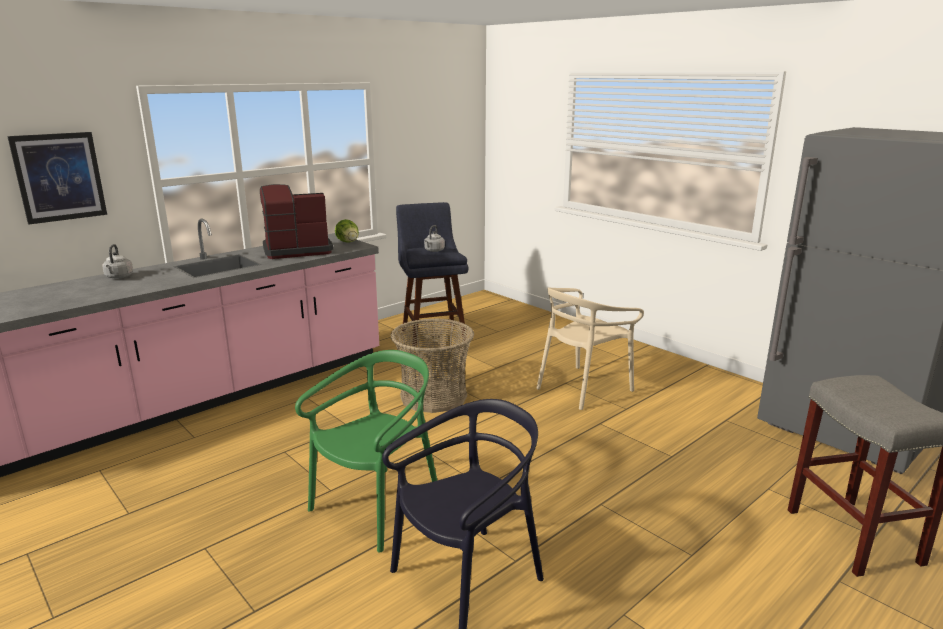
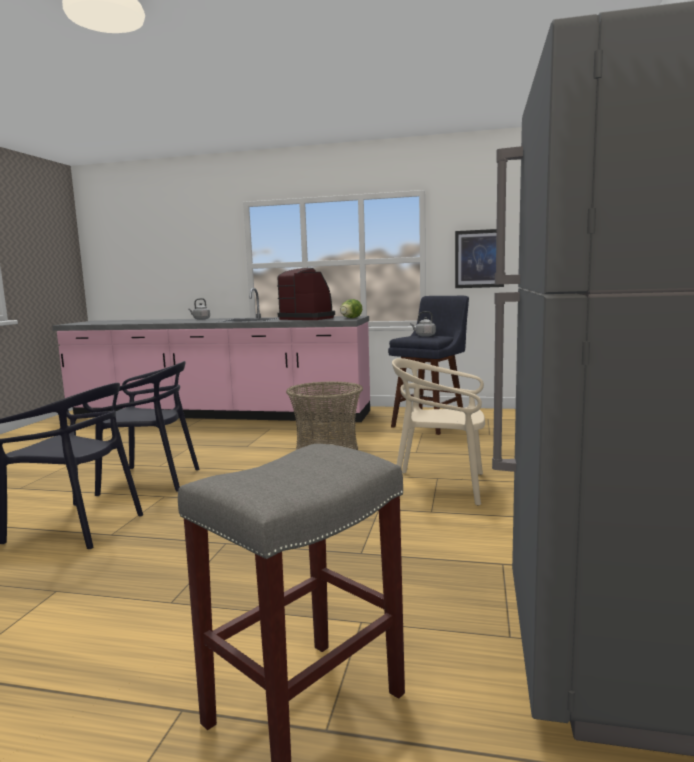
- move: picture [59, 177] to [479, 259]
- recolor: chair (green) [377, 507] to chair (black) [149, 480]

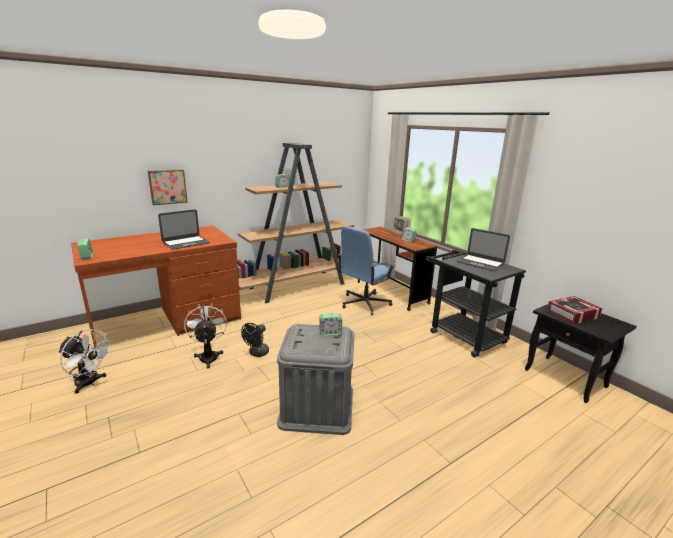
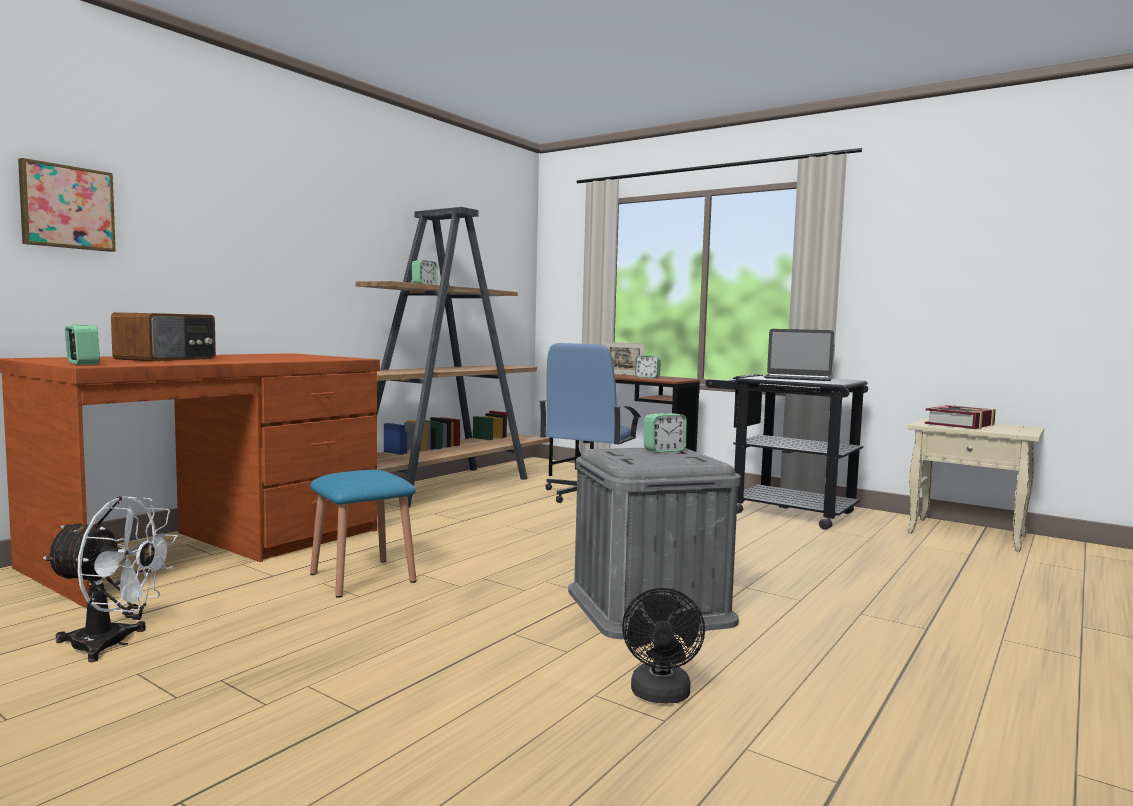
- move: picture [167, 186] to [67, 207]
- delete: laptop [186, 243]
- replace: fan (white) [208, 356] to stool (blue) [362, 577]
- move: fan (black) [257, 353] to [660, 696]
- recolor: side table (black) [566, 378] to side table (beige) [969, 534]
- insert: radio [167, 359]

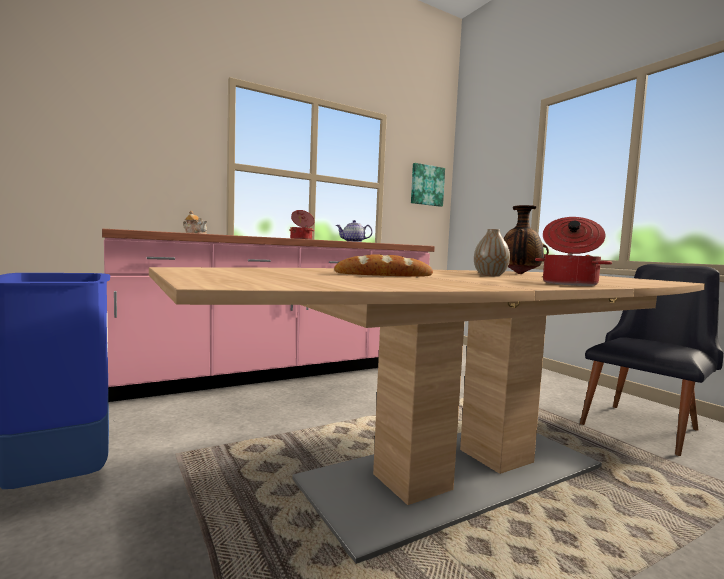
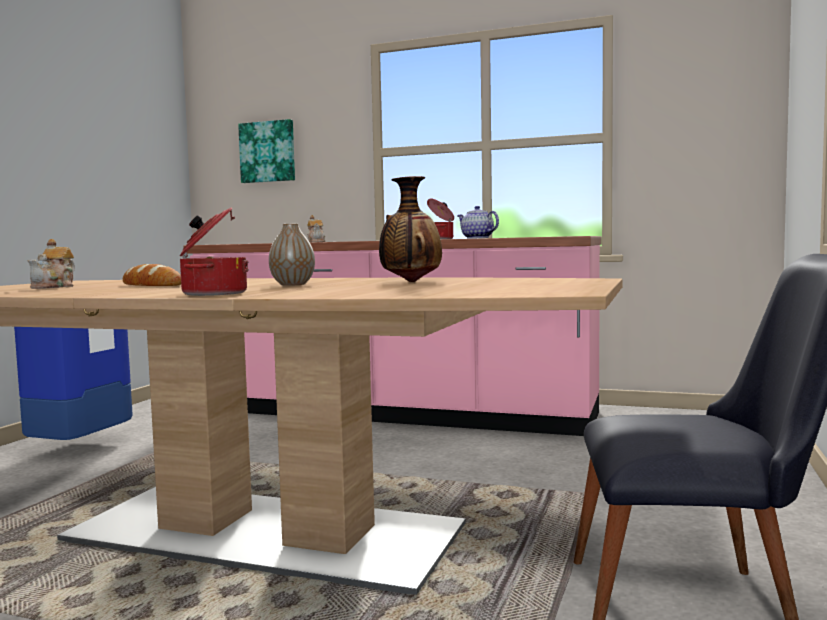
- move: picture [426, 185] to [268, 152]
- insert: teapot [54, 287]

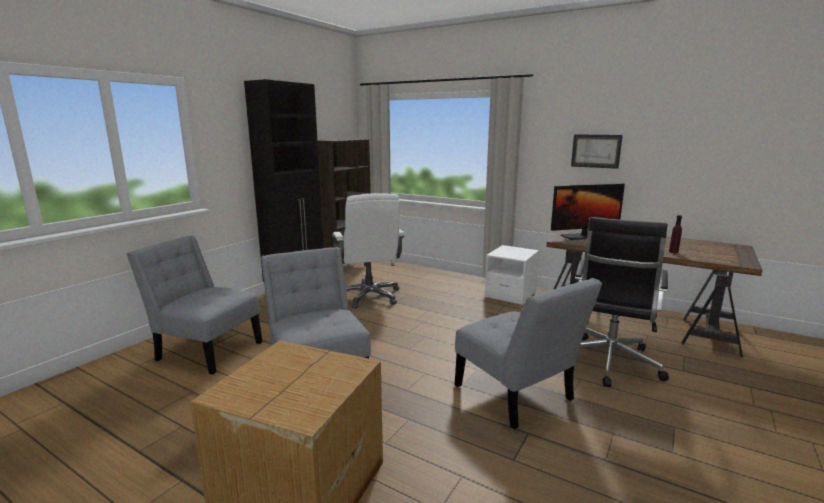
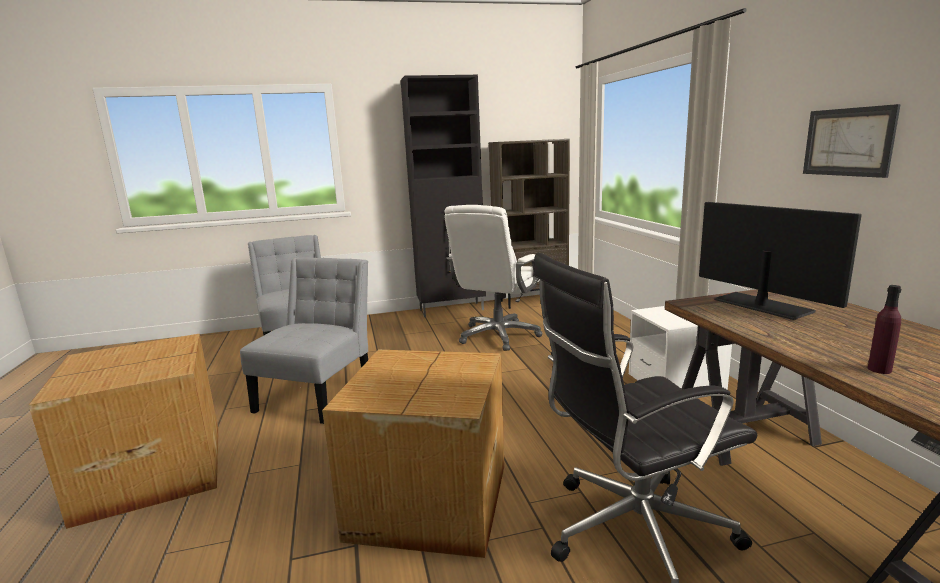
- replace: chair (grey) [517, 396] to cardboard box [427, 501]
- rotate: monitor [584, 236] = [762, 305] 150 degrees counterclockwise

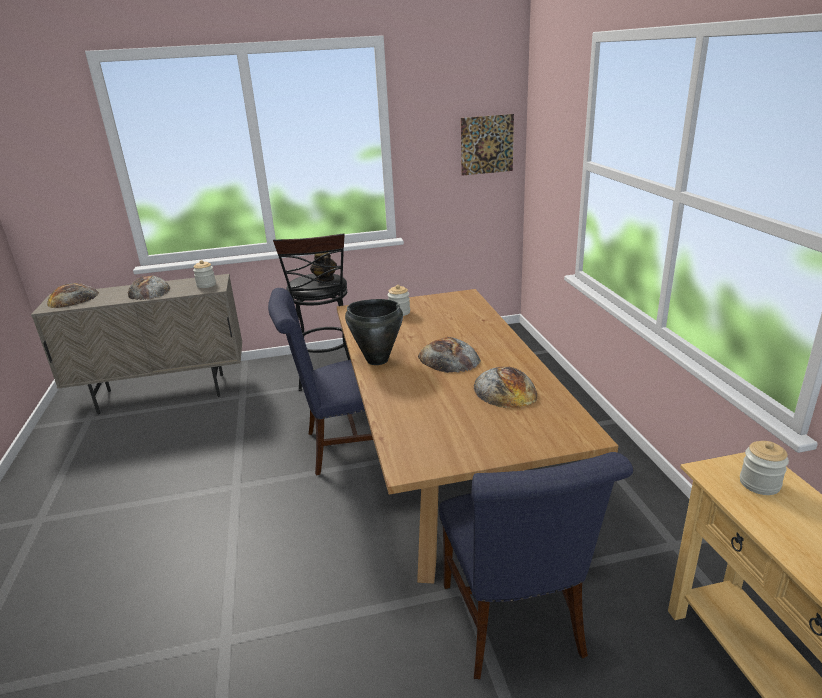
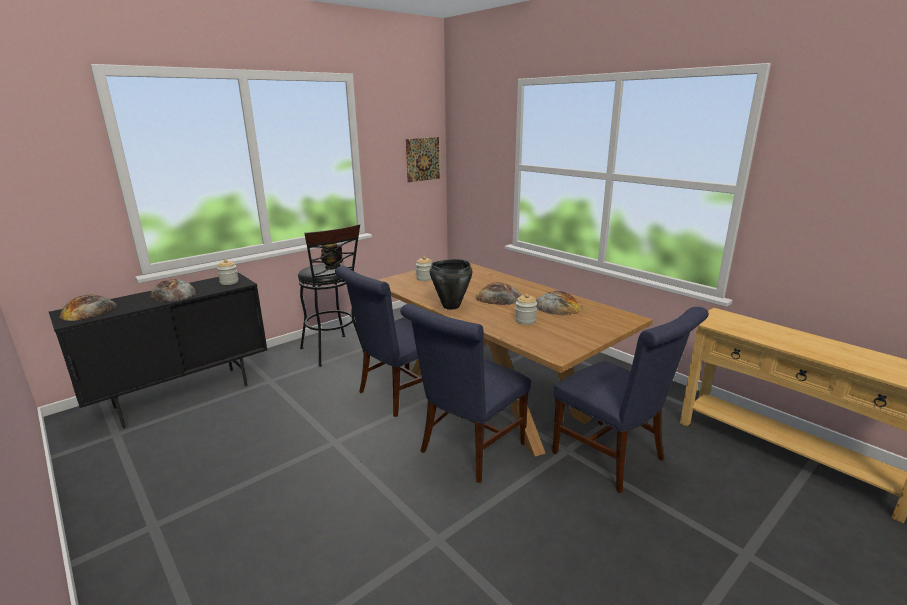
- recolor: cabinet (beige) [164, 393] to cabinet (black) [183, 396]
- move: jar [759, 484] to [525, 320]
- insert: chair (blue) [468, 450]

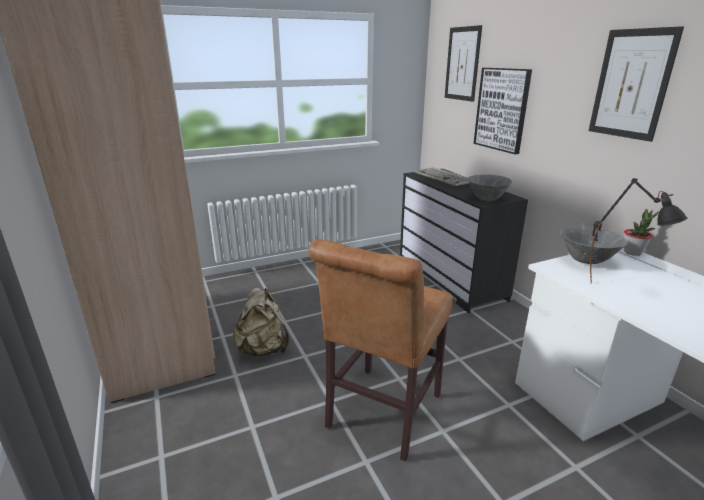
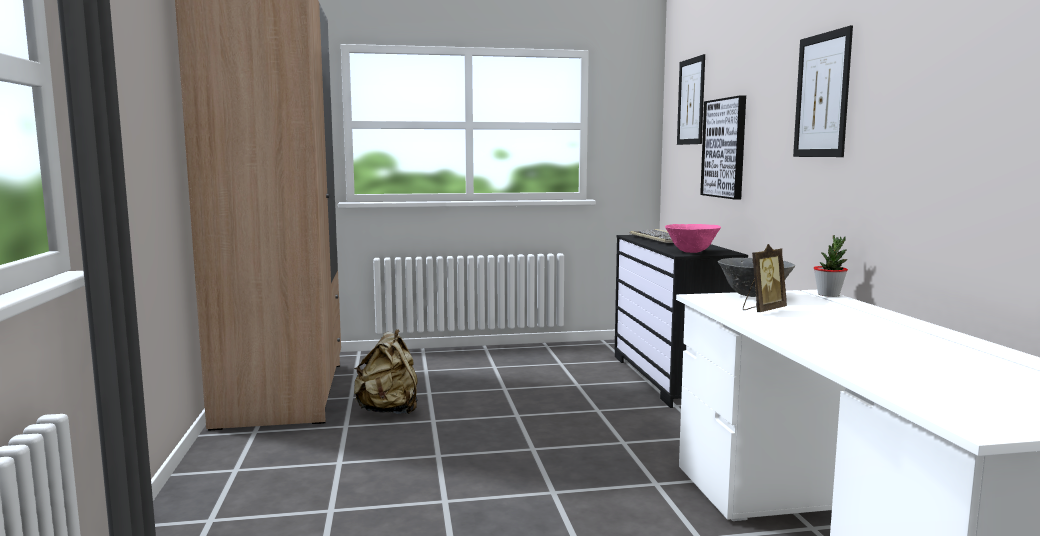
- delete: chair (brown) [381, 415]
- recolor: bowl (grey) [487, 199] to bowl (pink) [691, 252]
- replace: table lamp (black) [619, 286] to picture frame [763, 310]

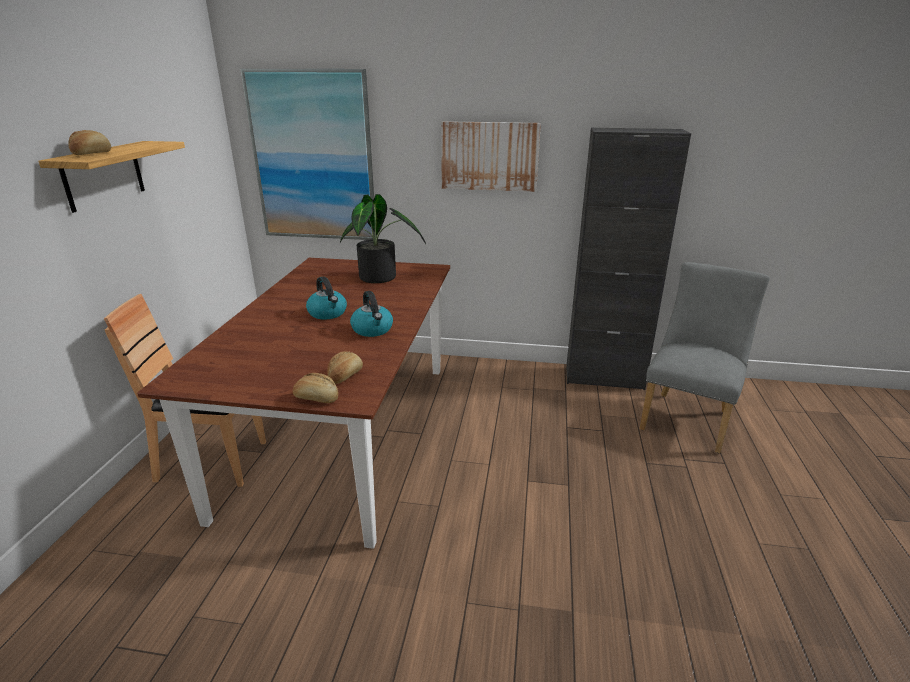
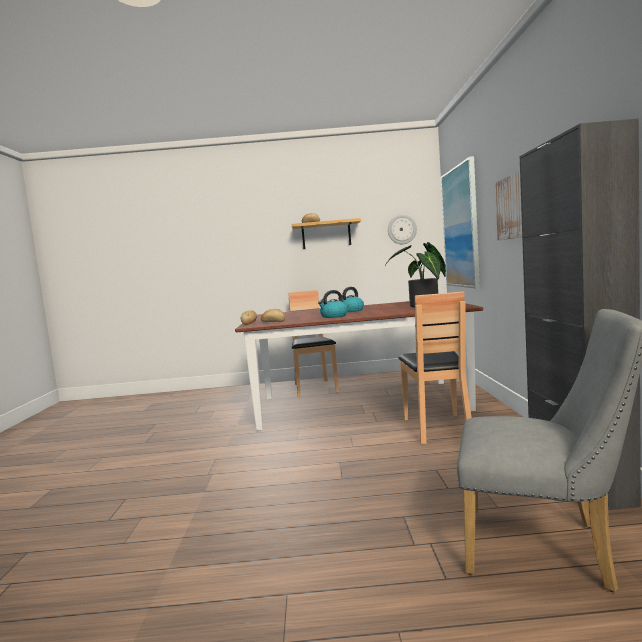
- insert: wall clock [402, 229]
- insert: chair (brown) [438, 428]

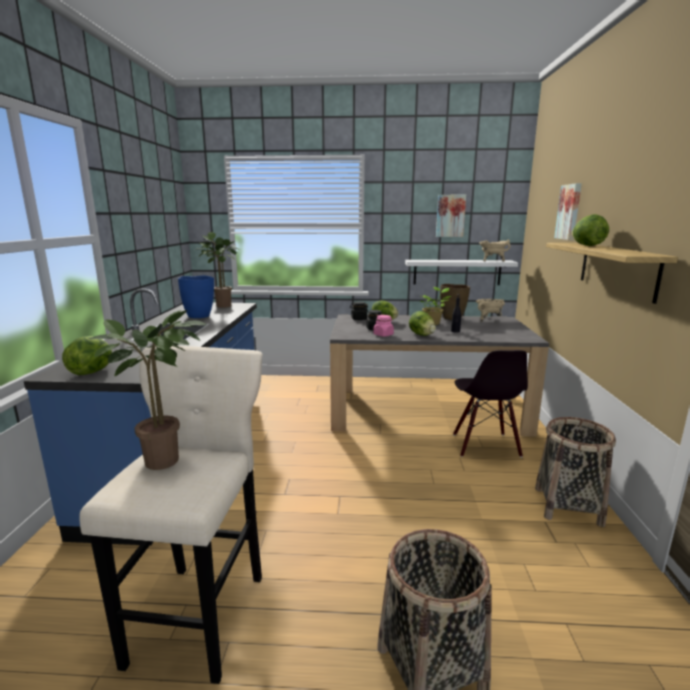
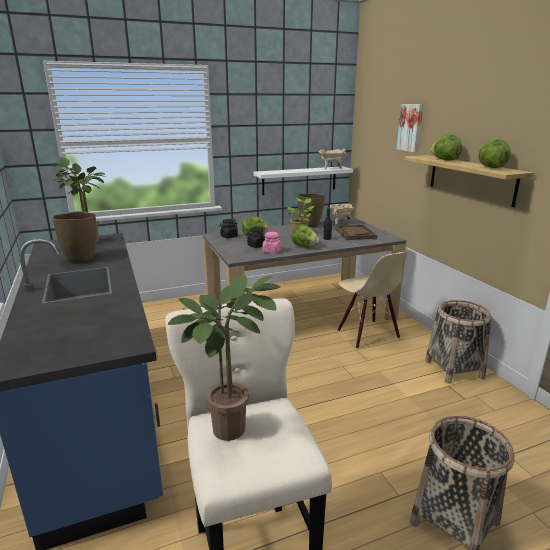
- move: lettuce [92, 372] to [490, 167]
- recolor: vase (blue) [199, 316] to vase (brown) [81, 259]
- delete: picture [450, 216]
- recolor: chair (black) [485, 445] to chair (beige) [367, 334]
- insert: tray (brown) [354, 233]

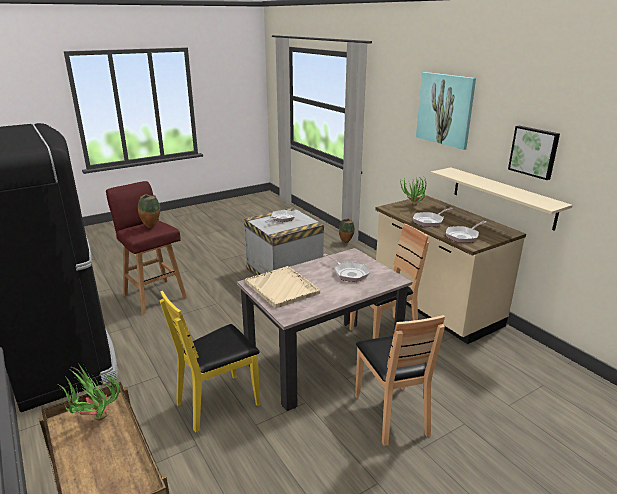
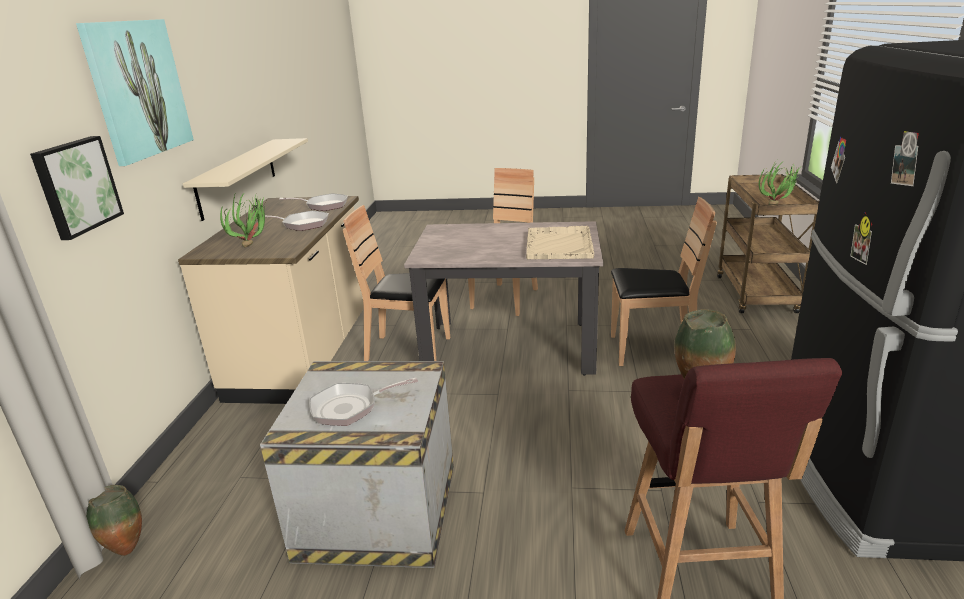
- recolor: chair (yellow) [218, 403] to chair (brown) [652, 349]
- delete: frying pan [349, 273]
- move: picture [534, 152] to [76, 186]

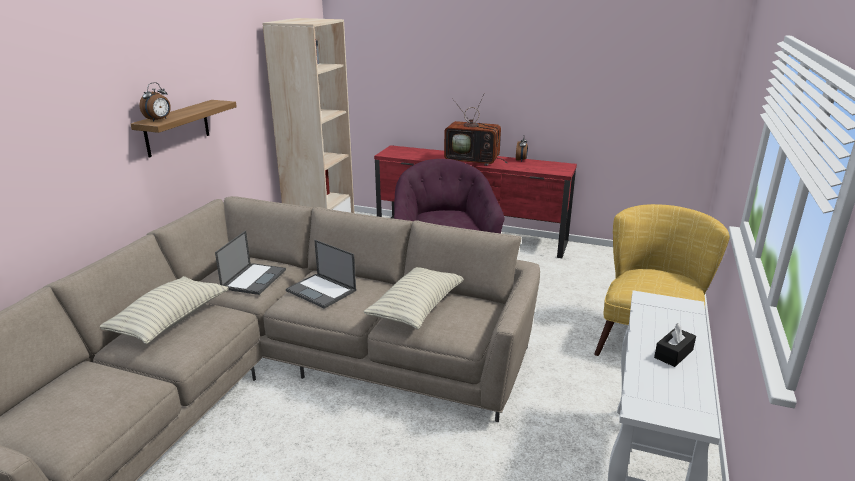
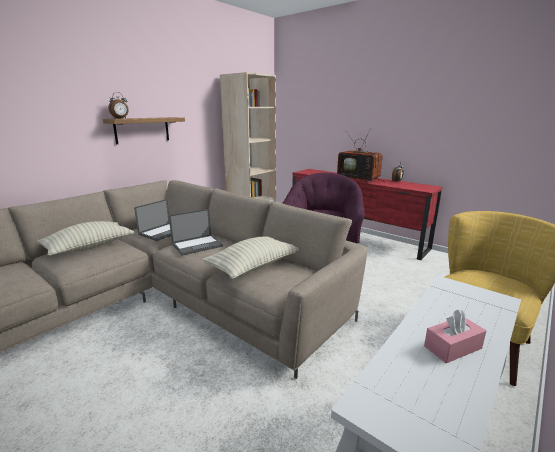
- rotate: laptop [322, 291] = [197, 245] 90 degrees counterclockwise
- recolor: tissue box (black) [673, 354] to tissue box (pink) [452, 347]

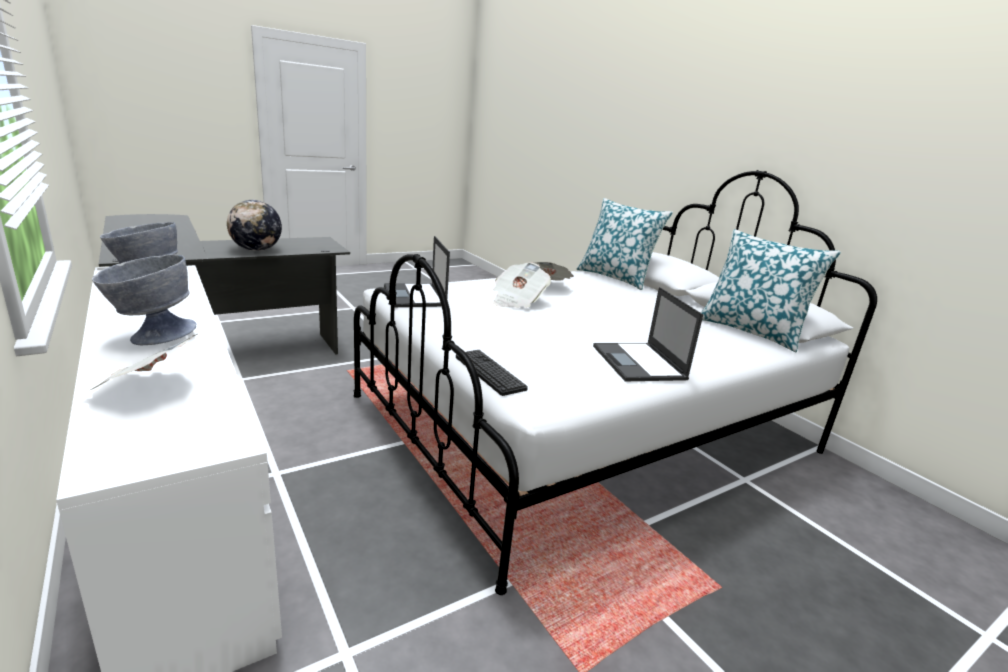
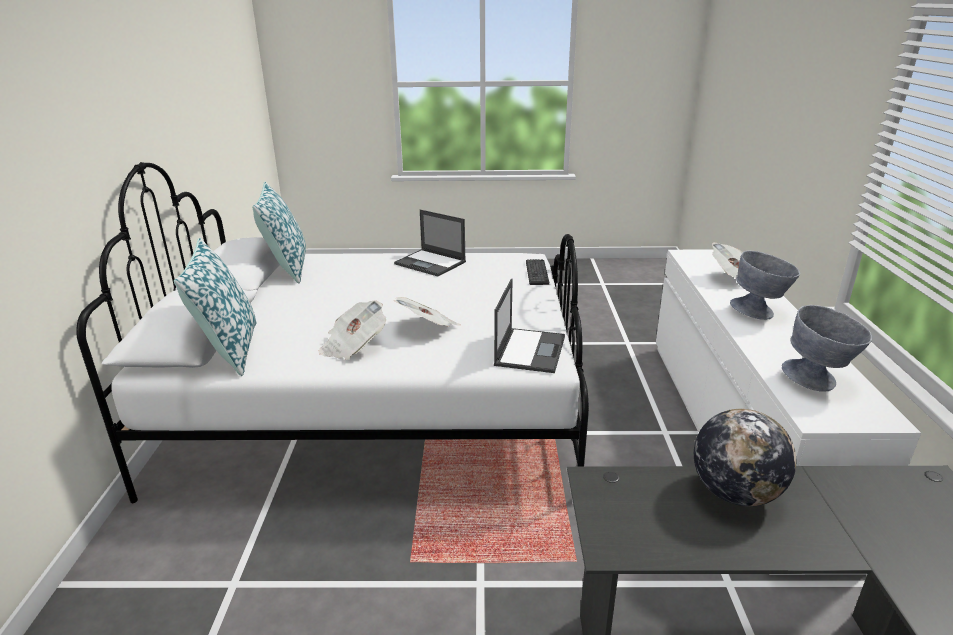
- rotate: laptop [639, 363] = [431, 263] 105 degrees clockwise

